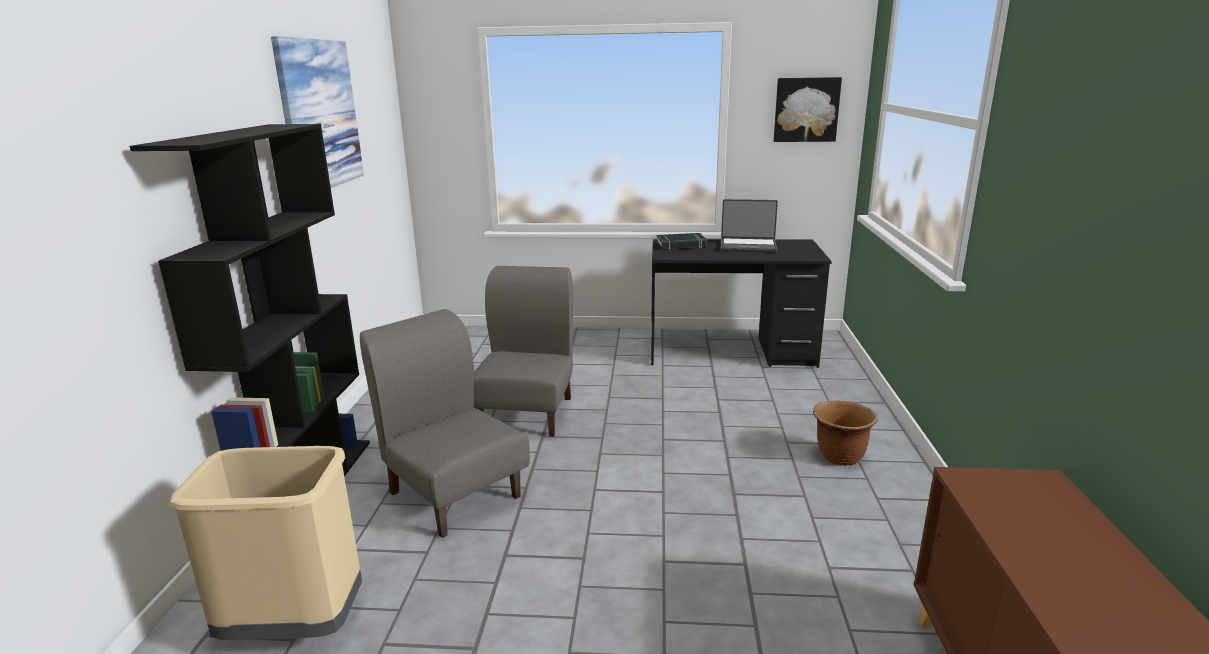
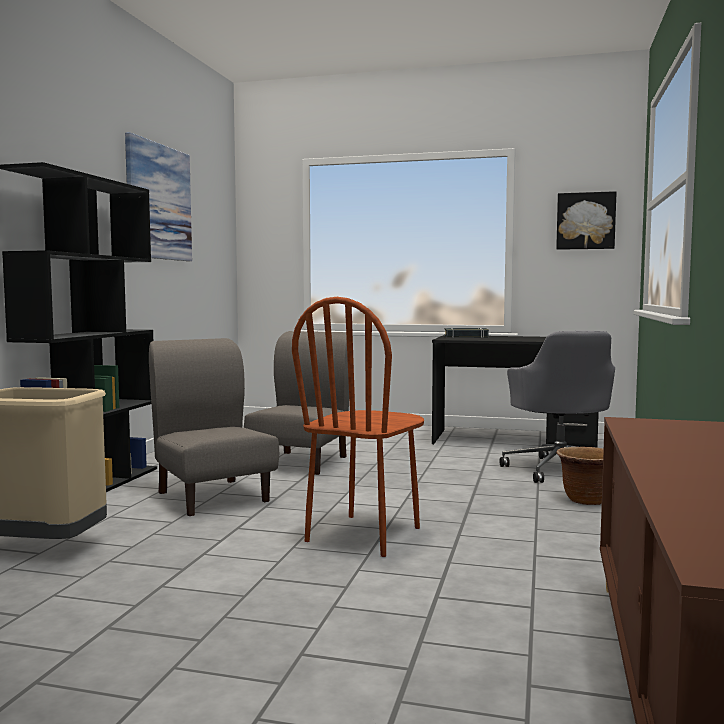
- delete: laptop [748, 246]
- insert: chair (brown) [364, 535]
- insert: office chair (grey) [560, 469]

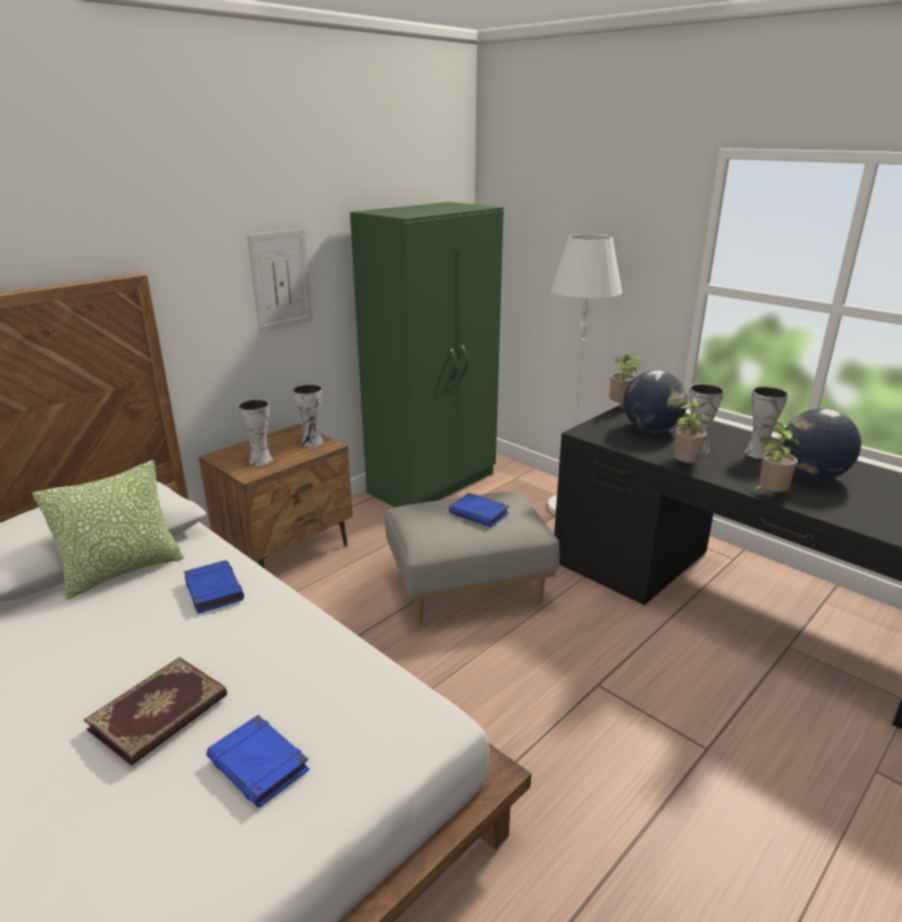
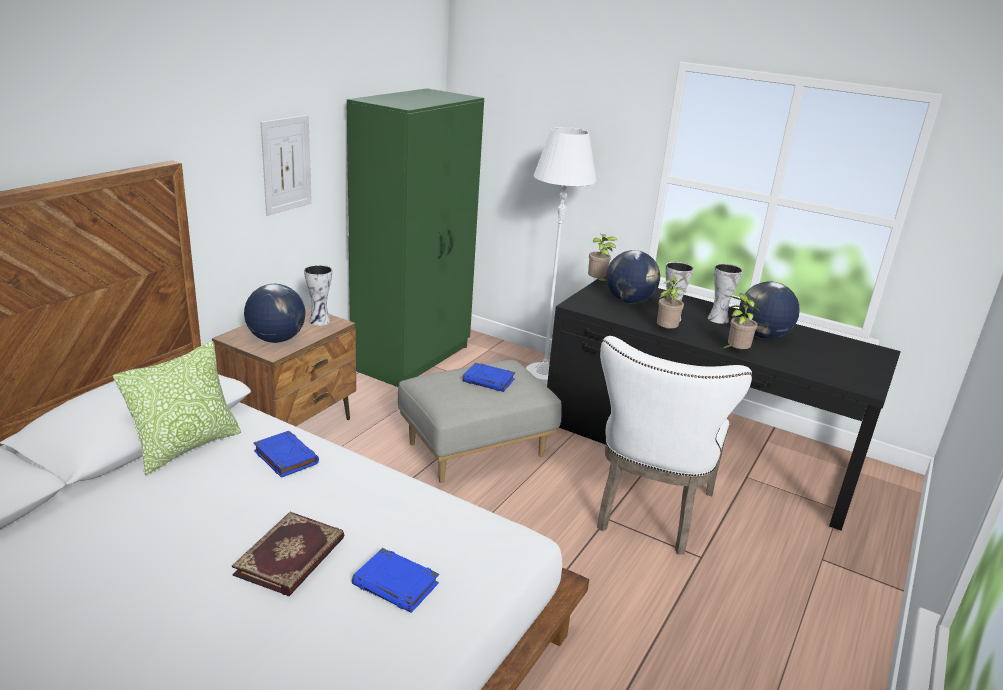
- replace: vase [259, 460] to globe [276, 339]
- insert: chair (white) [650, 514]

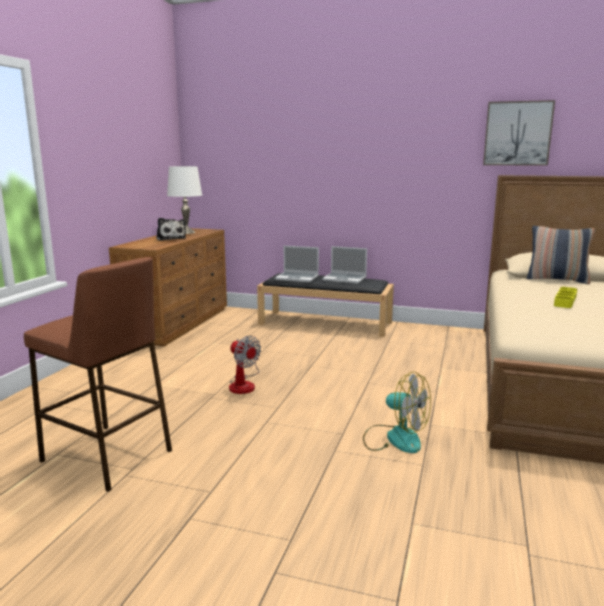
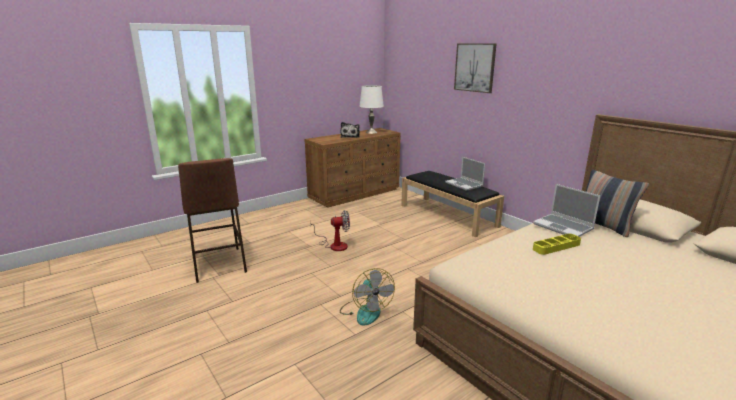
- rotate: fan [244, 384] = [334, 245] 90 degrees counterclockwise
- move: laptop [297, 278] to [564, 227]
- move: picture [517, 133] to [475, 67]

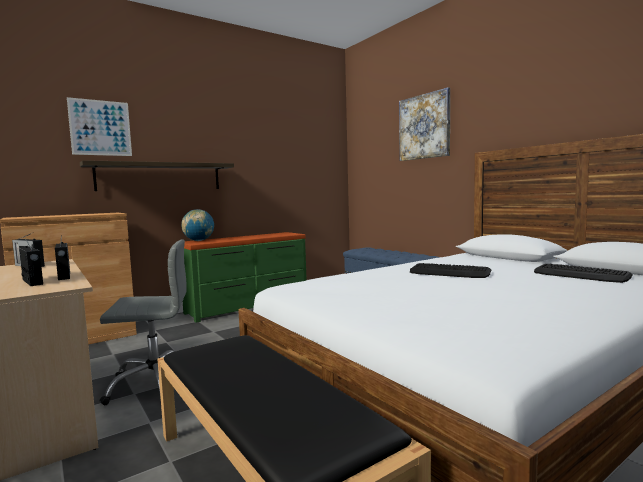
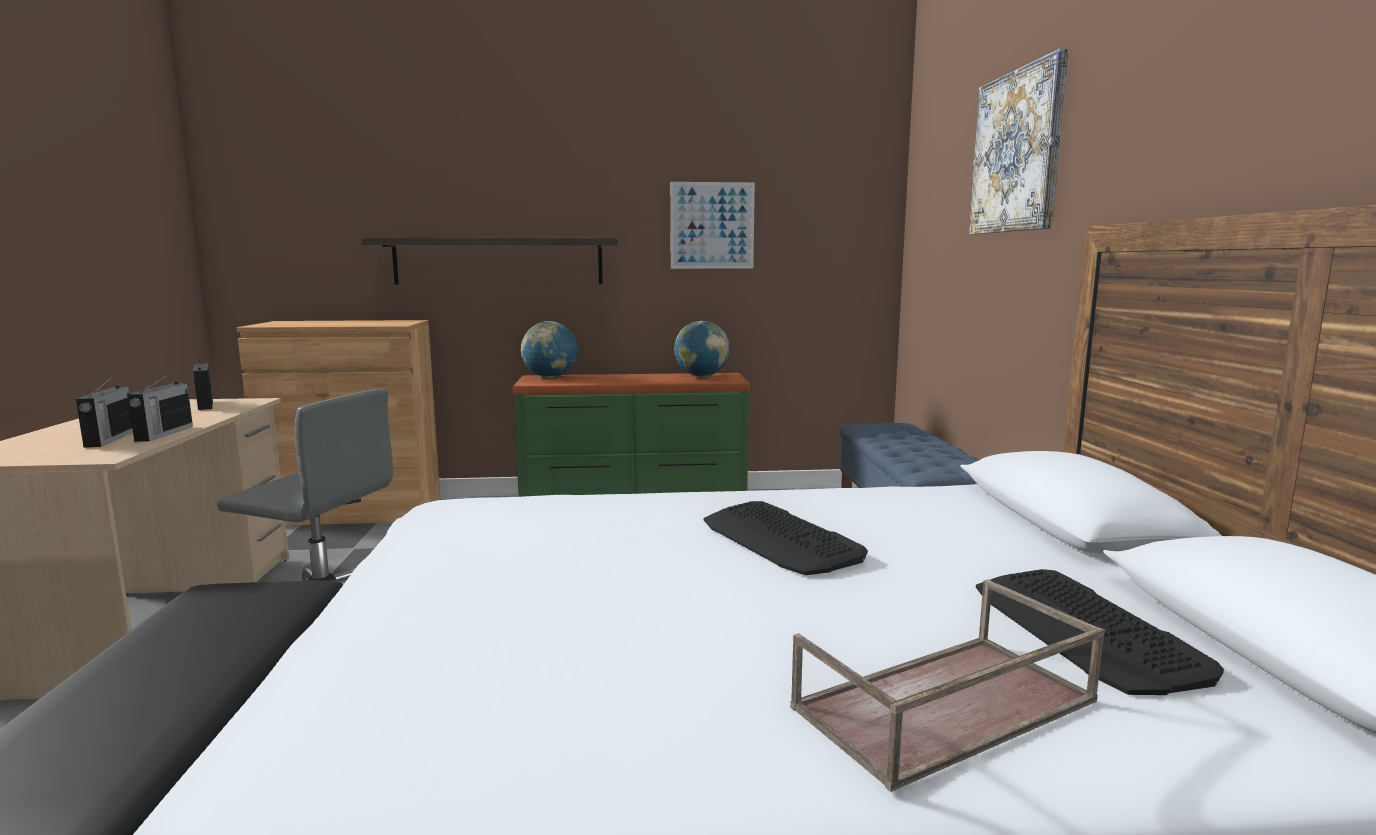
- move: picture [100, 128] to [712, 225]
- insert: globe [701, 376]
- insert: tray (brown) [944, 707]

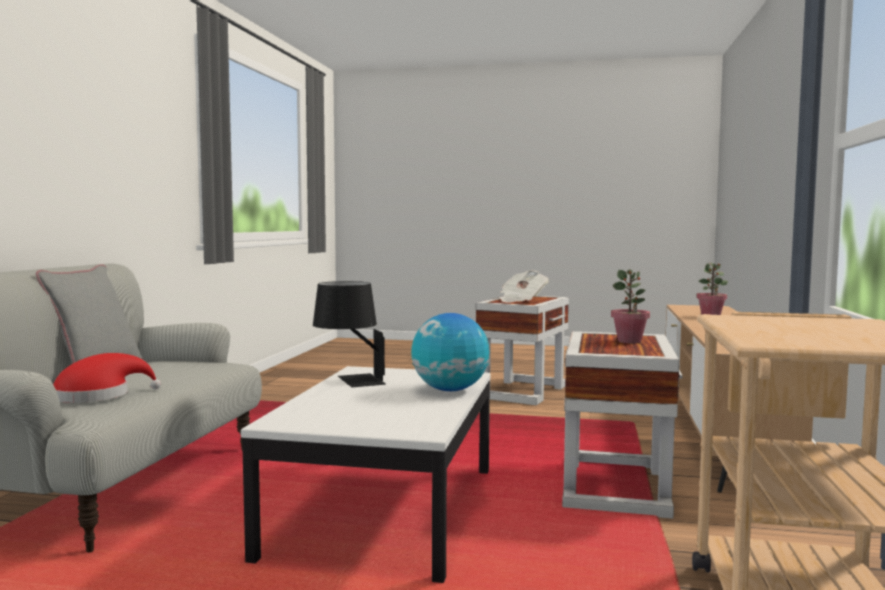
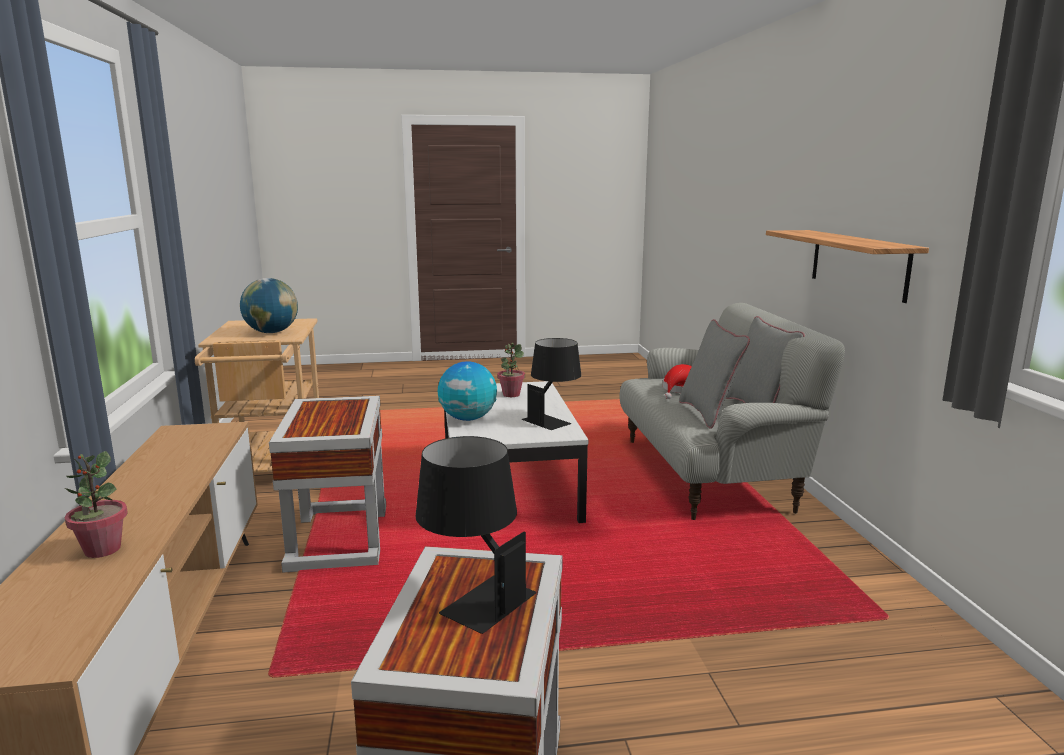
- replace: newspaper [521, 300] to table lamp (black) [473, 596]
- move: potted plant [629, 341] to [511, 394]
- insert: globe [272, 332]
- insert: pillow (grey) [708, 414]
- insert: shelf [858, 263]

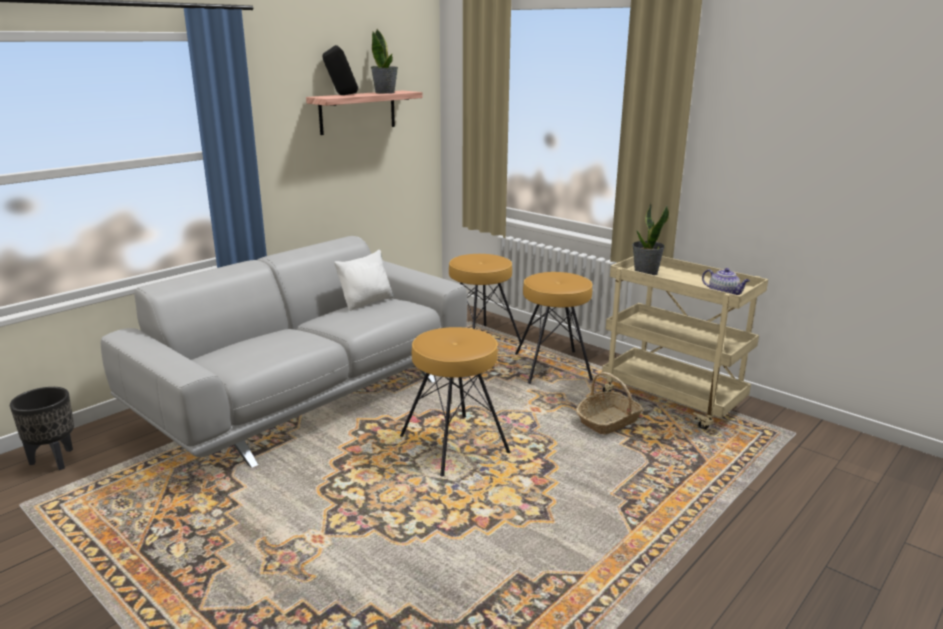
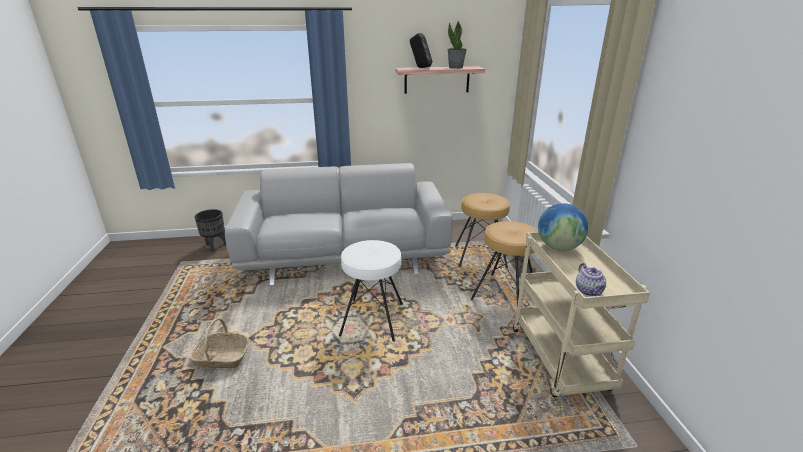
- delete: pillow (white) [366, 302]
- recolor: stool (brown) [454, 444] to stool (white) [373, 319]
- move: basket [608, 421] to [222, 358]
- replace: potted plant [645, 272] to globe [559, 247]

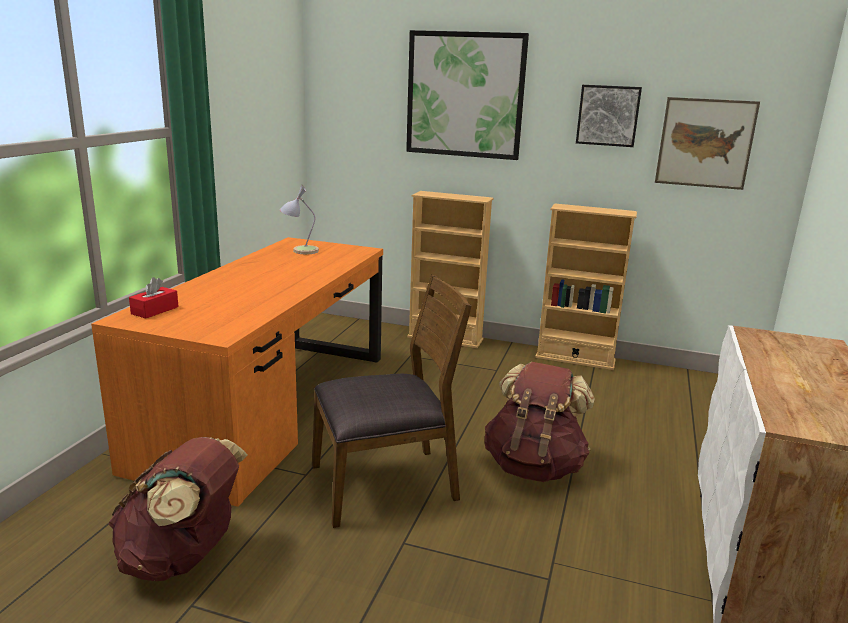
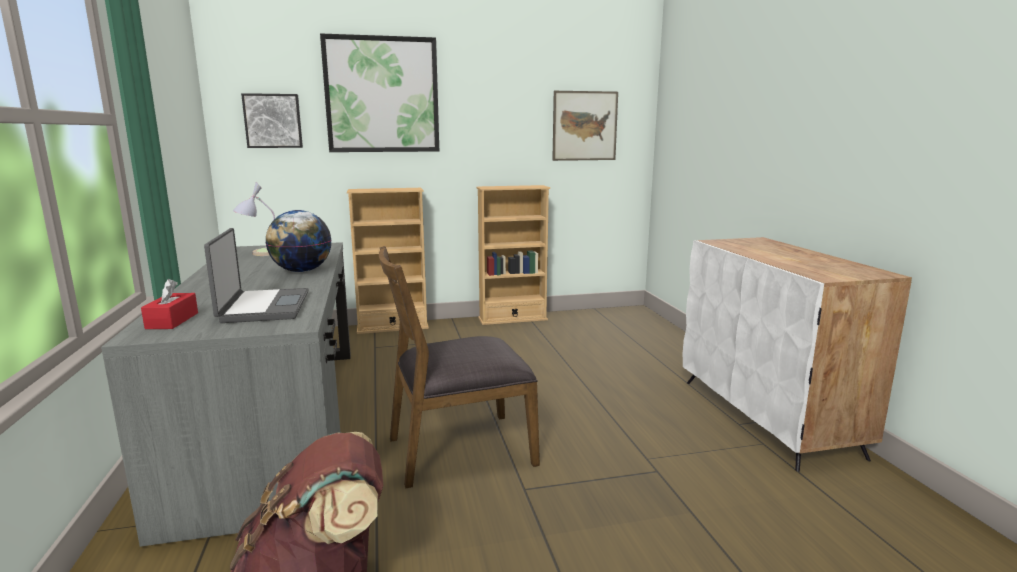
- recolor: desk (orange) [271, 408] to desk (grey) [277, 424]
- rotate: chair (brown) [385, 483] = [459, 450] 150 degrees counterclockwise
- delete: backpack (brown) [534, 466]
- move: picture [608, 115] to [273, 121]
- insert: laptop [263, 307]
- insert: globe [301, 271]

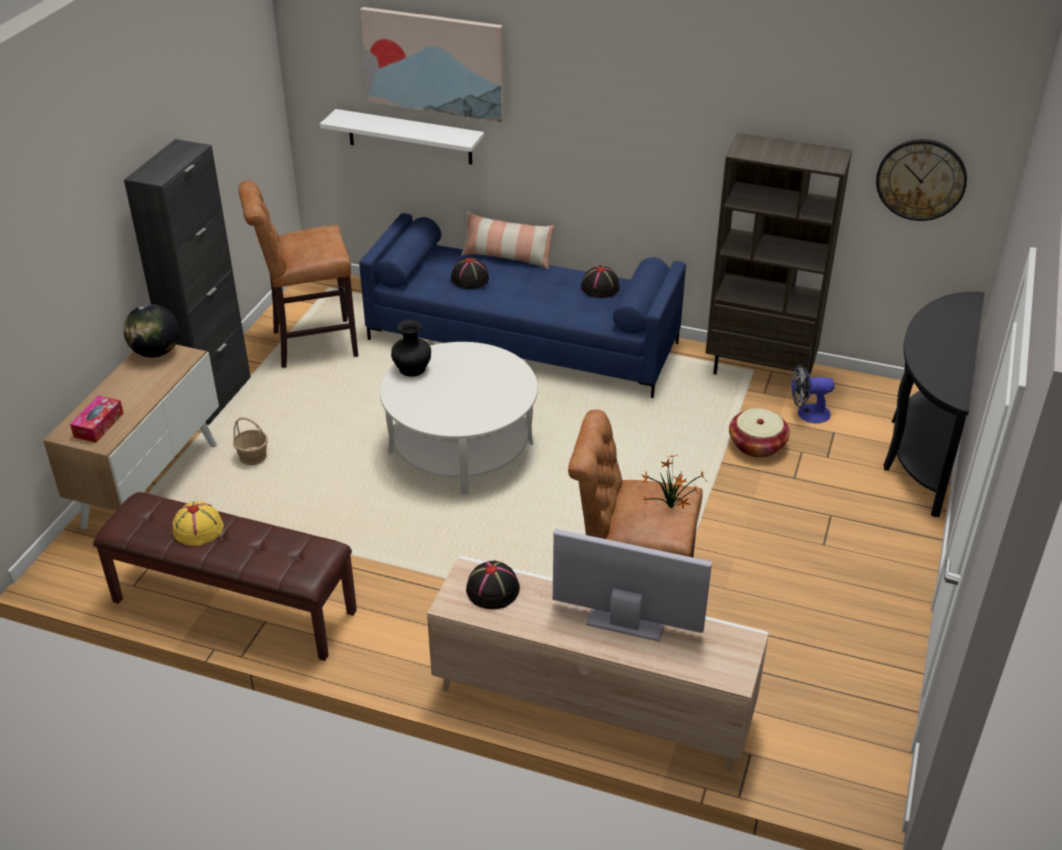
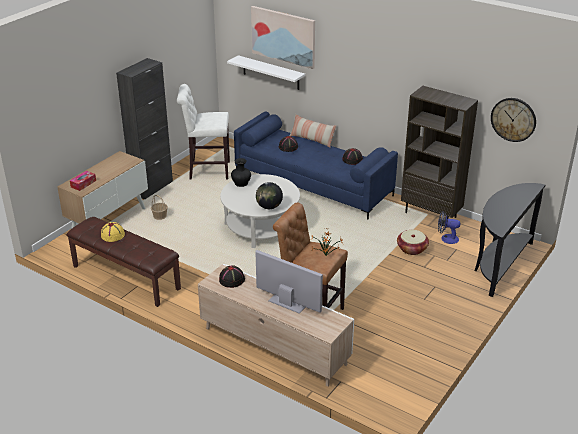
- move: globe [156, 352] to [269, 207]
- recolor: stool (brown) [309, 344] to stool (white) [207, 170]

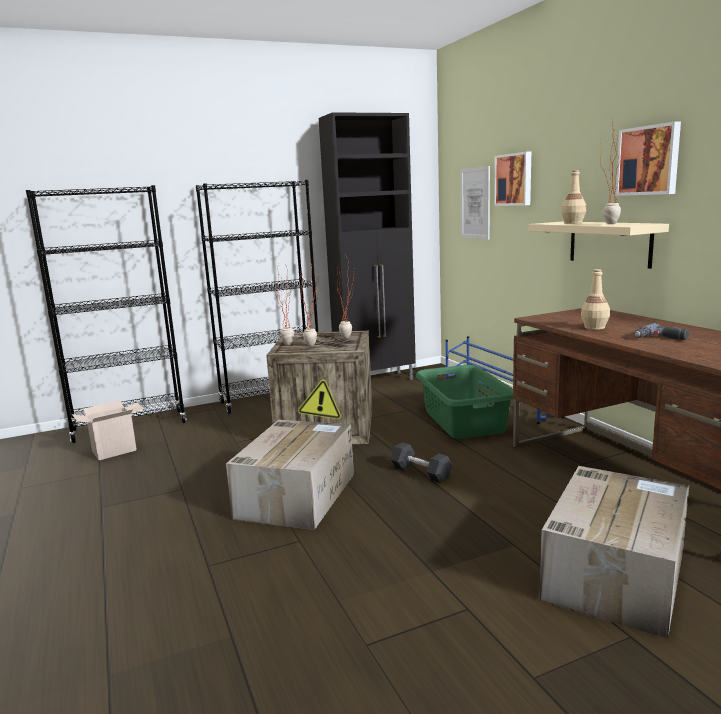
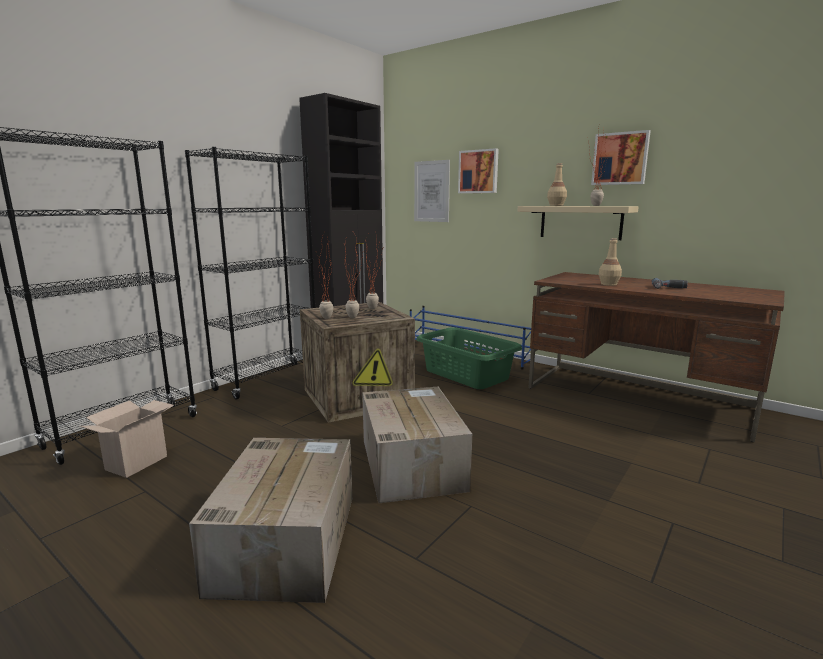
- delete: dumbbell (black) [420, 472]
- move: cardboard box [615, 572] to [287, 539]

